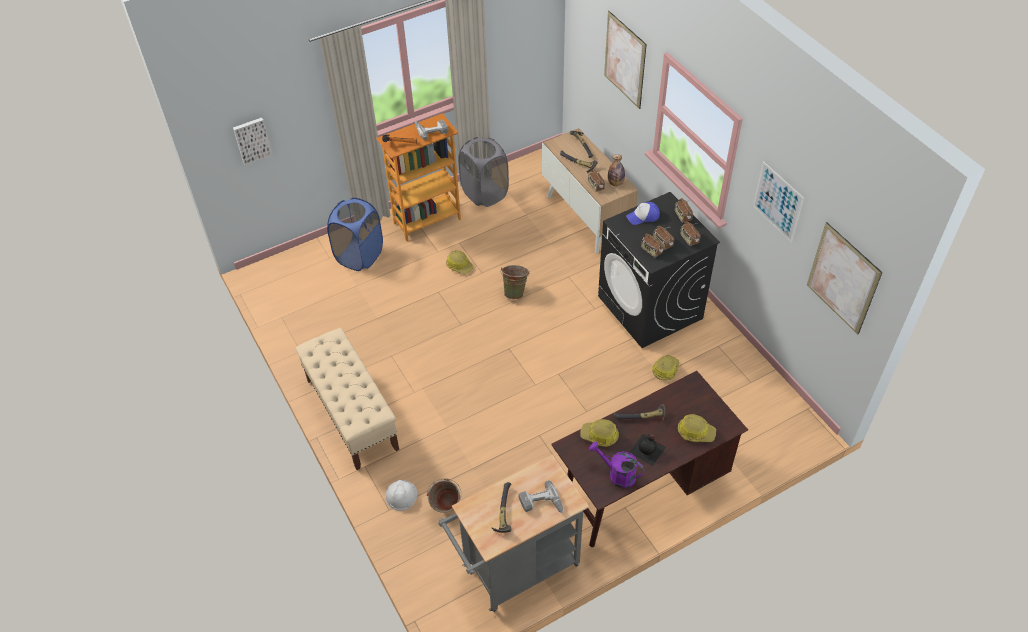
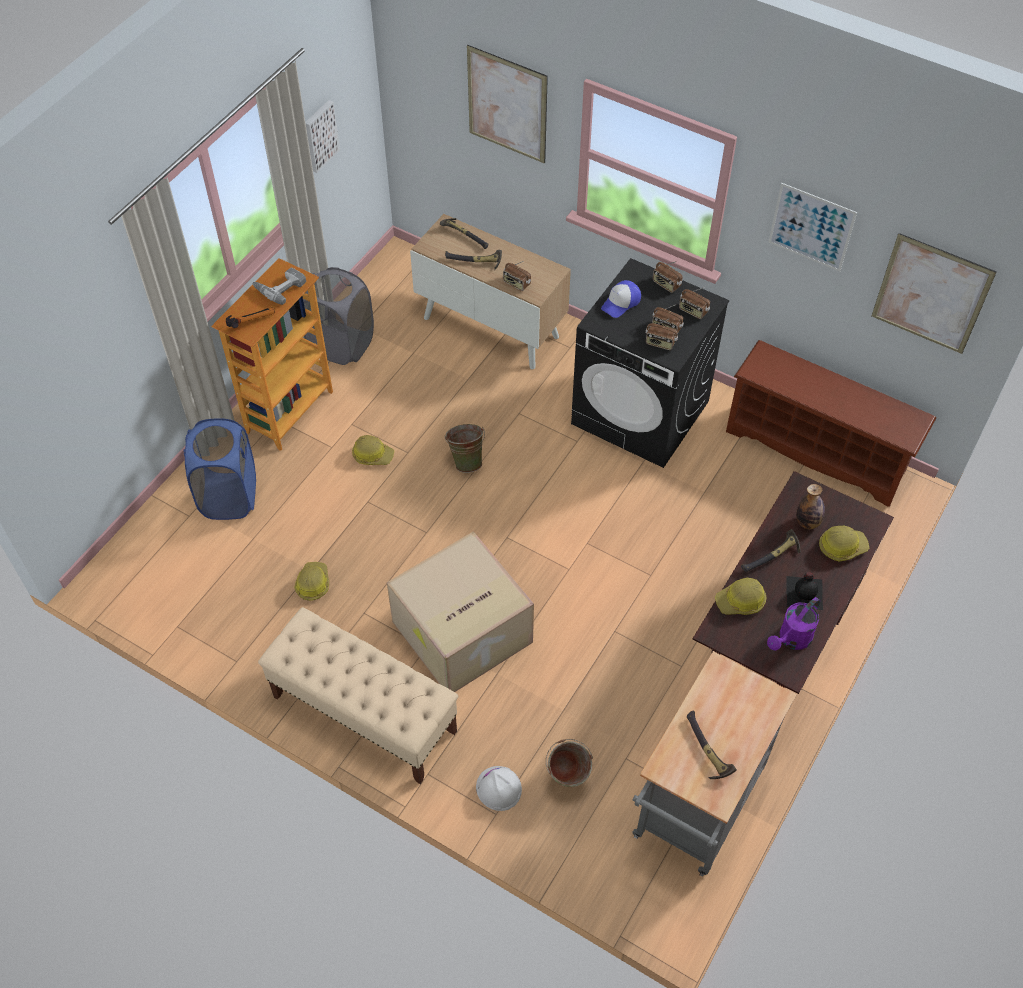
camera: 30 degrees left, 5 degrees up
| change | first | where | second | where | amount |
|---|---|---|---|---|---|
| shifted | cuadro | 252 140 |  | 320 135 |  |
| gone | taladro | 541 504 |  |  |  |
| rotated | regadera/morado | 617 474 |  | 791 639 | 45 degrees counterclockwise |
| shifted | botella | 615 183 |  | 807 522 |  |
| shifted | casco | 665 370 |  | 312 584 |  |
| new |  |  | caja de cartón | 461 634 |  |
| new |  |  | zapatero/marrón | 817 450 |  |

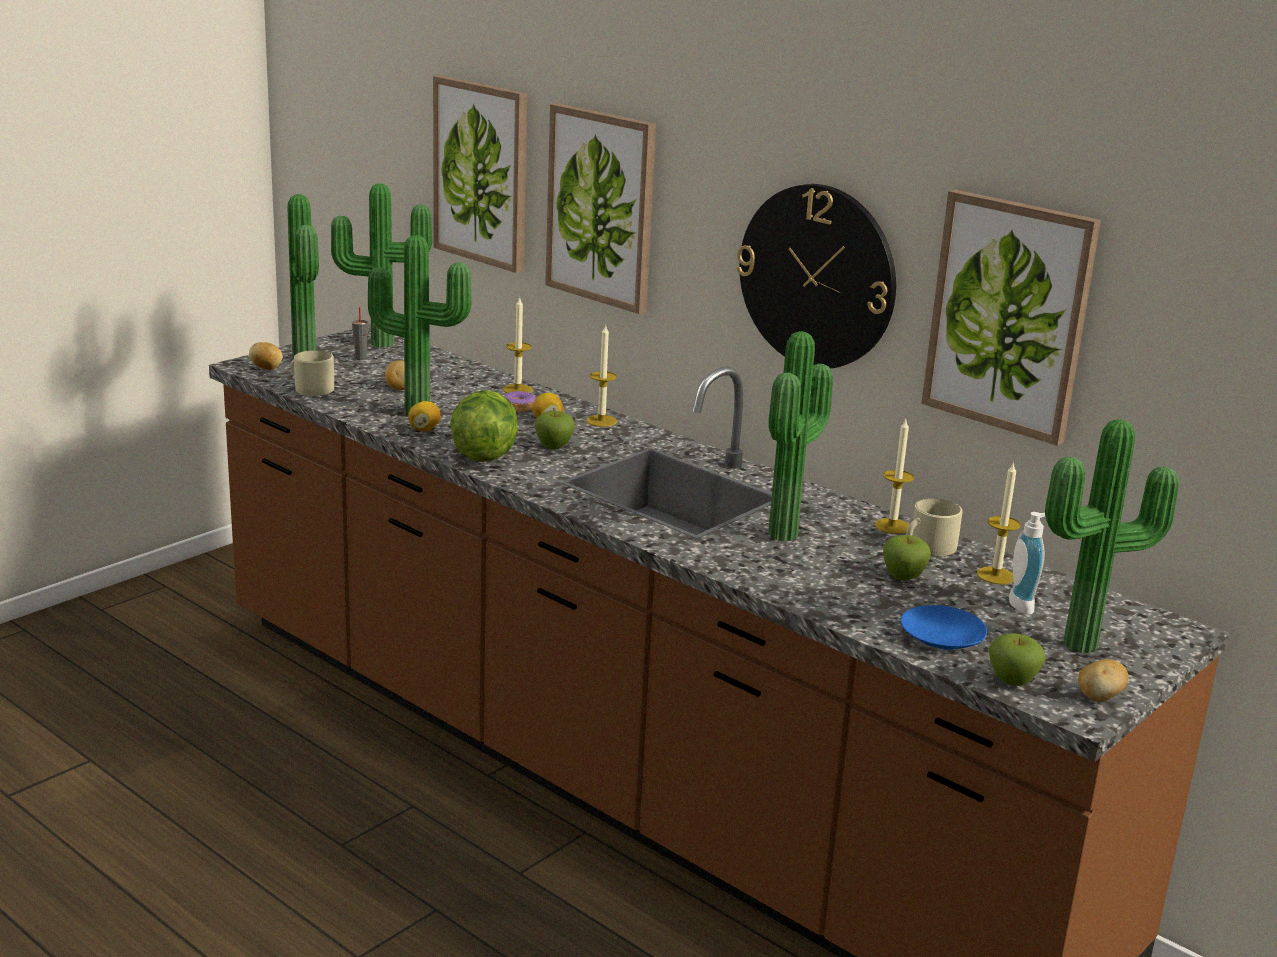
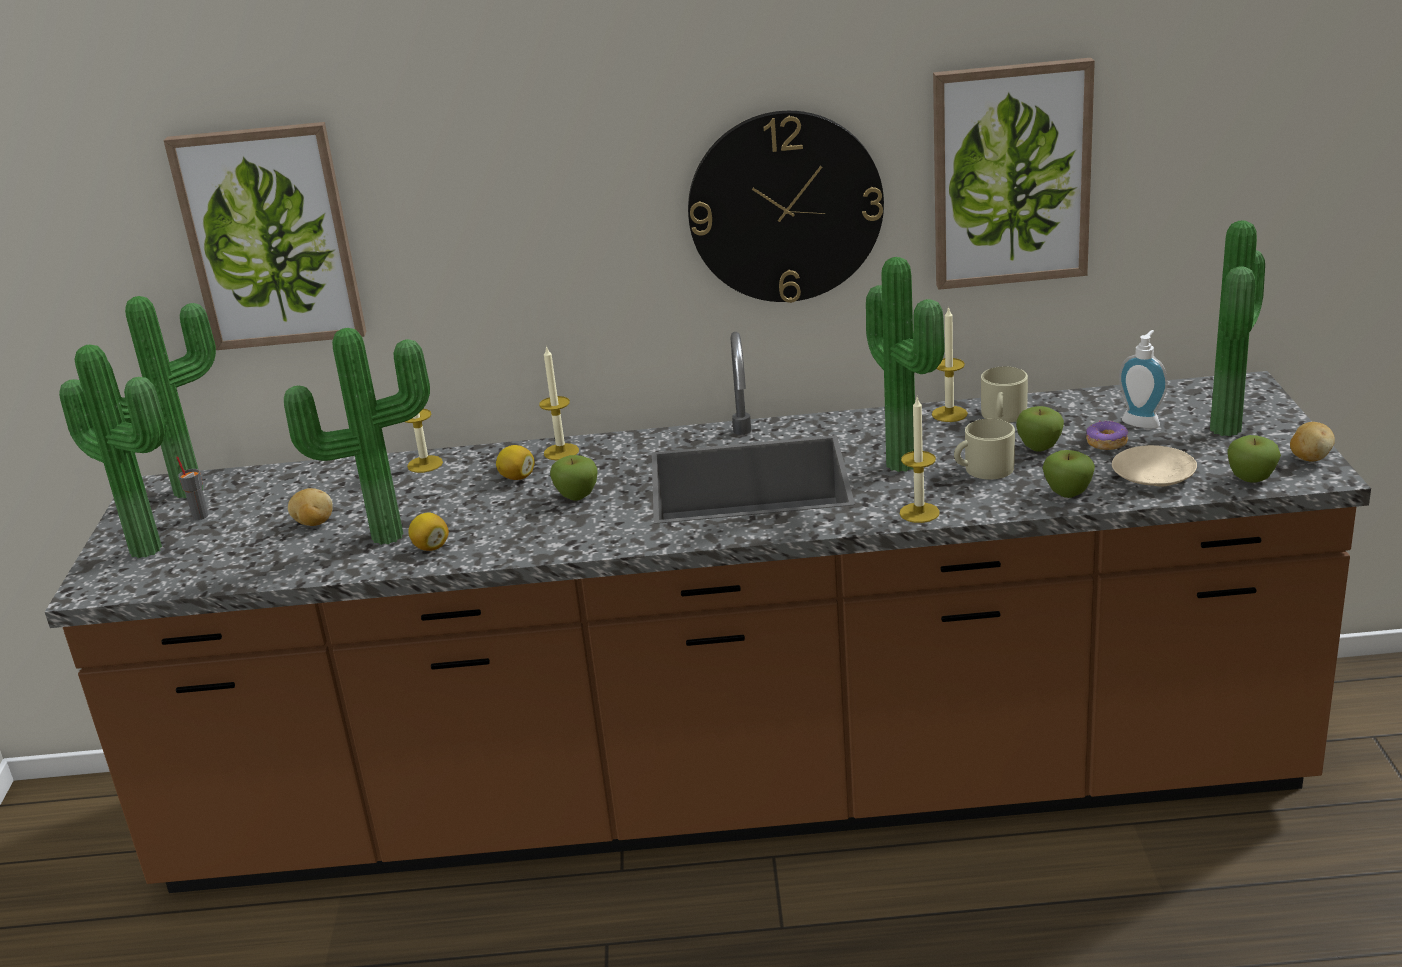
camera: 40 degrees left, 5 degrees up
| change | first | where | second | where | amount |
|---|---|---|---|---|---|
| gone | patata | 267 369 |  |  |  |
| shifted | taza grande/beis | 310 388 |  | 983 469 |  |
| gone | lechuga | 484 454 |  |  |  |
| shifted | rosquilla | 519 407 |  | 1106 442 |  |
| gone | cuadro | 602 207 |  |  |  |
| repainted | plato/azul | 942 637 | plato/beis | 1154 476 |  |
| shifted | vela | 996 575 |  | 919 513 |  |
| new |  |  | manzana | 1067 493 |  |

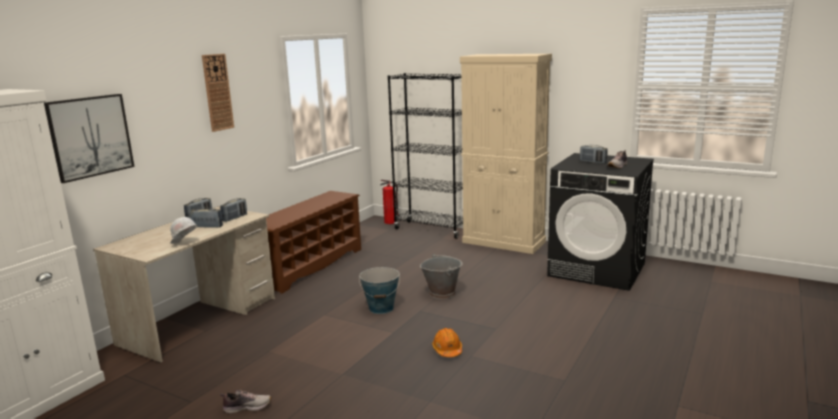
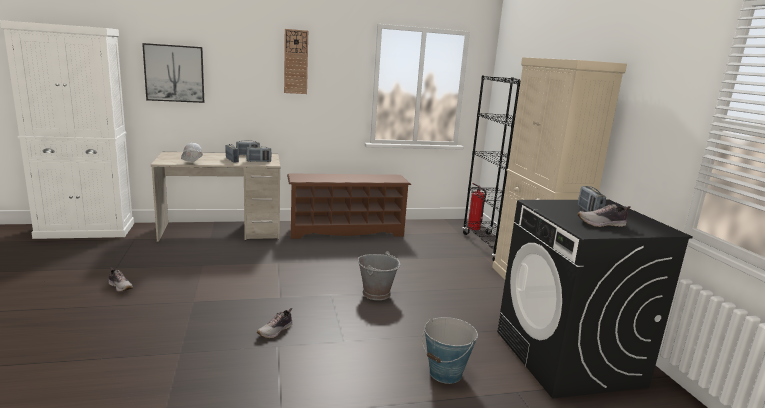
camera: 45 degrees right, 0 degrees up
| change | first | where | second | where | amount |
|---|---|---|---|---|---|
| shifted | cubo | 381 308 |  | 445 373 |  |
| swapped | casco/naranja | 447 350 | zapato | 276 331 |  |

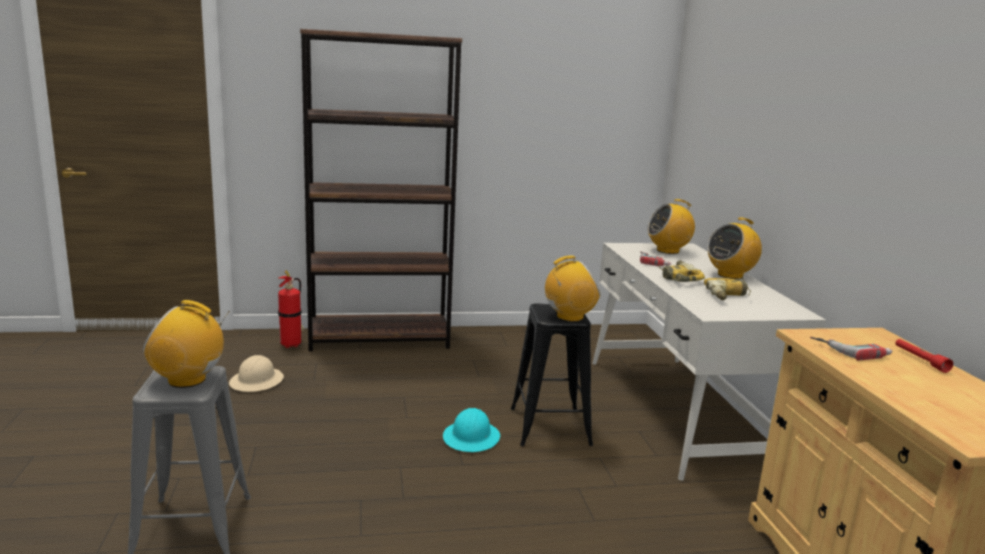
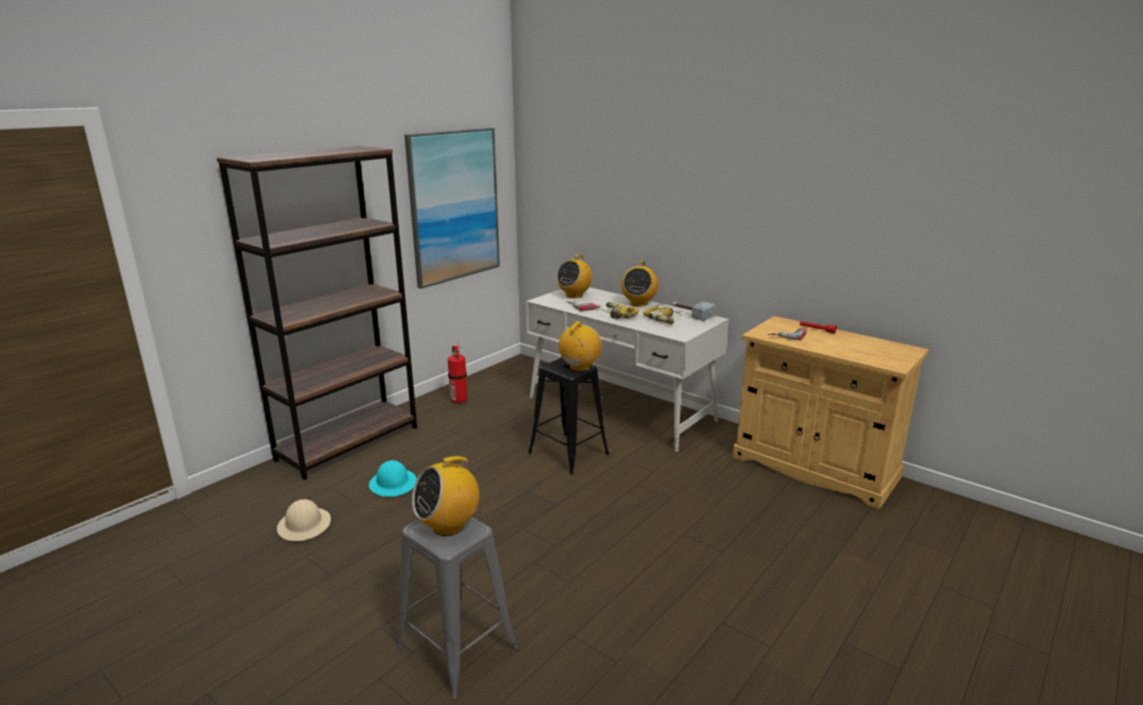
camera: 40 degrees left, 5 degrees up
| change | first | where | second | where | amount |
|---|---|---|---|---|---|
| shifted | extintor | 292 345 |  | 458 400 |  |
| shifted | casco/turquesa | 471 438 |  | 393 484 |  |
| new |  |  | cuadro | 454 206 |  |
| new |  |  | martillo | 691 314 |  |

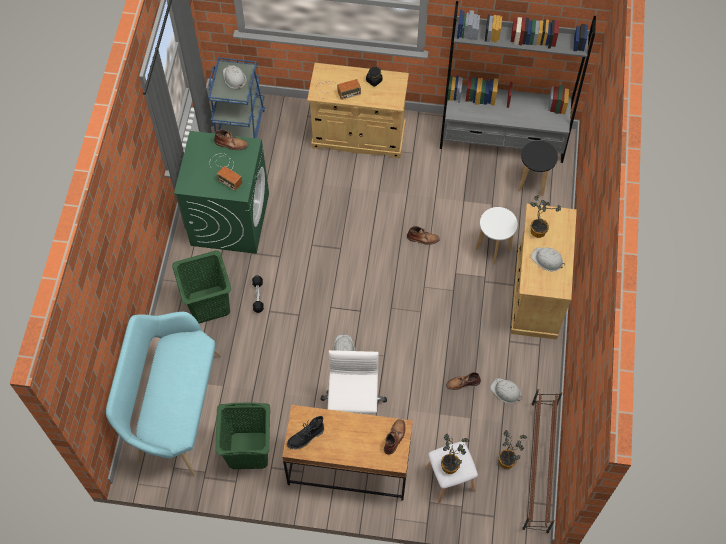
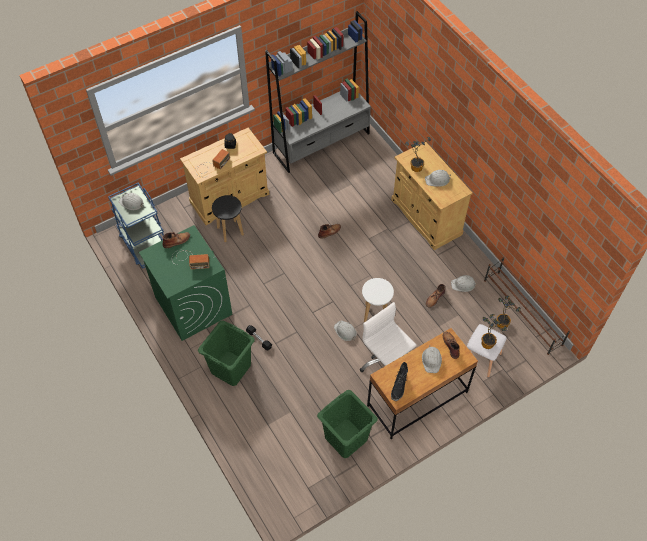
camera: 40 degrees left, 5 degrees down
| change | first | where | second | where | amount |
|---|---|---|---|---|---|
| gone | banco/turquesa | 174 409 |  |  |  |
| shifted | taburete/blanco | 493 249 |  | 375 313 |  |
| shifted | taburete/negro | 532 183 |  | 230 231 |  |
| new |  |  | casco/blanco | 431 360 |  |

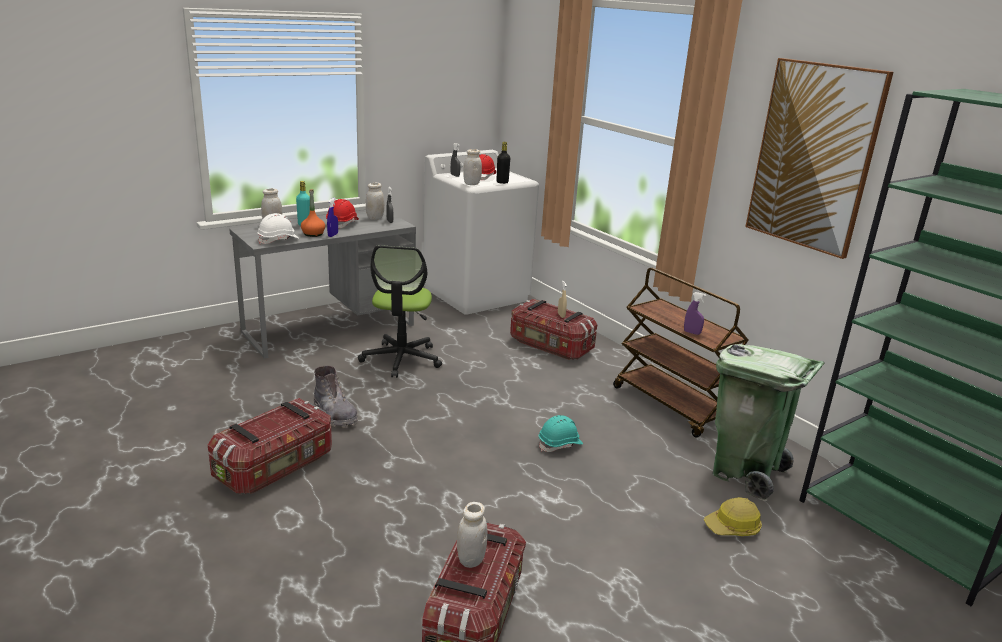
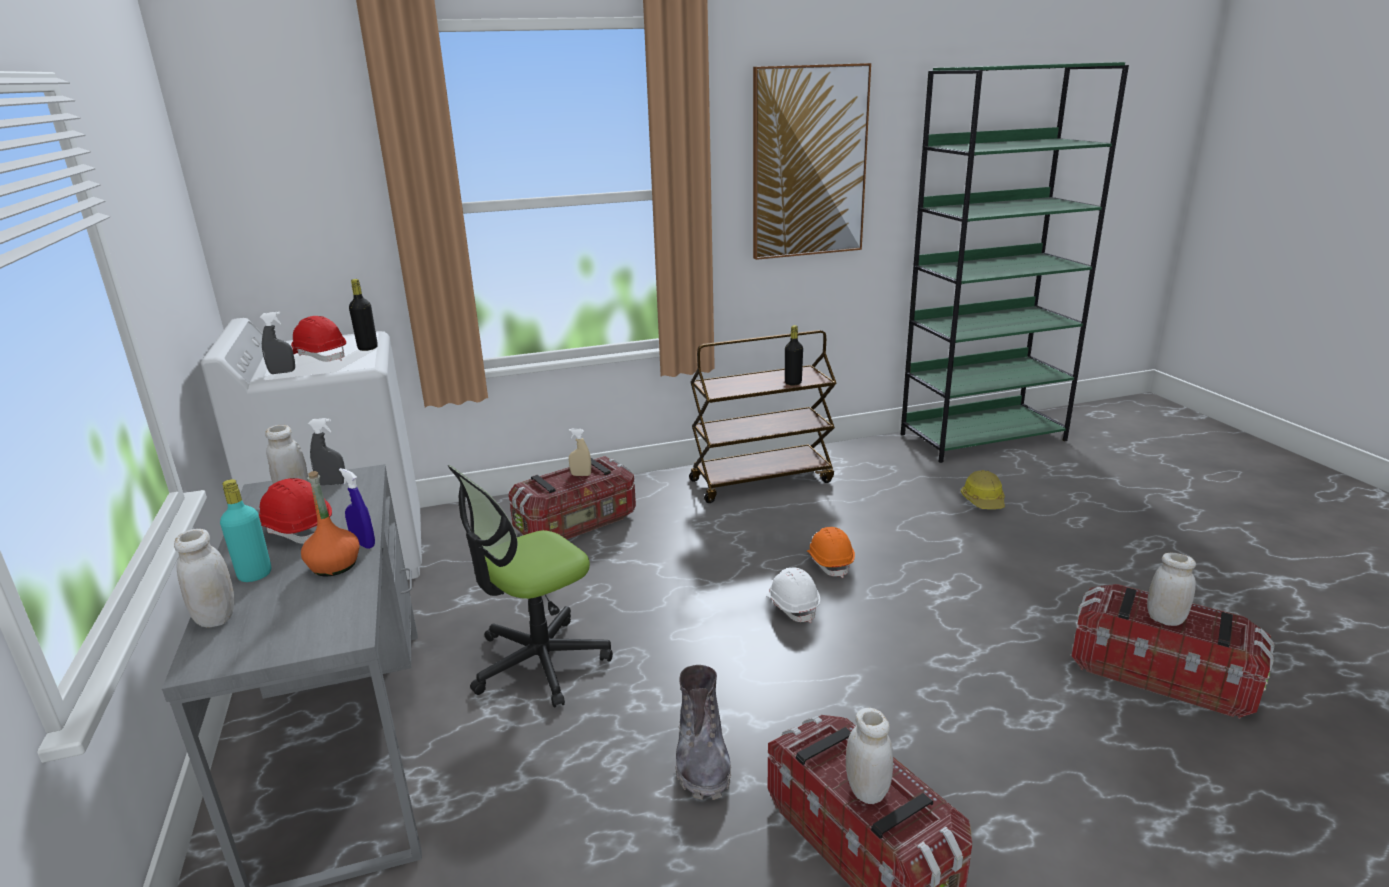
camera: 70 degrees left, 0 degrees up
| change | first | where | second | where | amount |
|---|---|---|---|---|---|
| shifted | casco/blanco | 278 240 |  | 792 606 |  |
| rotated | bota/gris | 335 414 |  | 702 758 | 105 degrees clockwise |
| rotated | silla de oficina | 401 359 |  | 539 662 | 120 degrees clockwise |
| shifted | tarro/blanco | 471 184 |  | 867 790 |  |
| repainted | casco/turquesa | 560 444 | casco/naranja | 830 562 |  |
| swapped | pulverizador/morado | 692 333 | botella/negro | 793 383 |  |
| gone | papelera/verde | 745 473 |  |  |  |

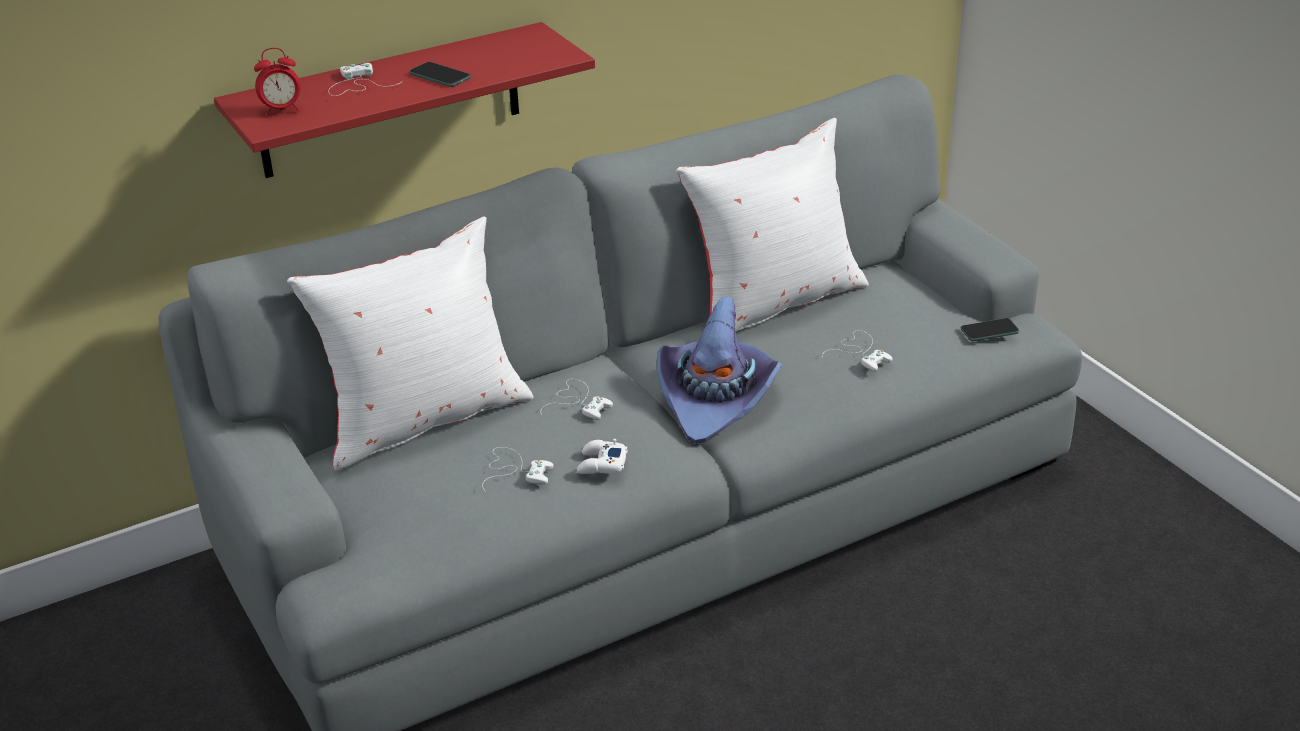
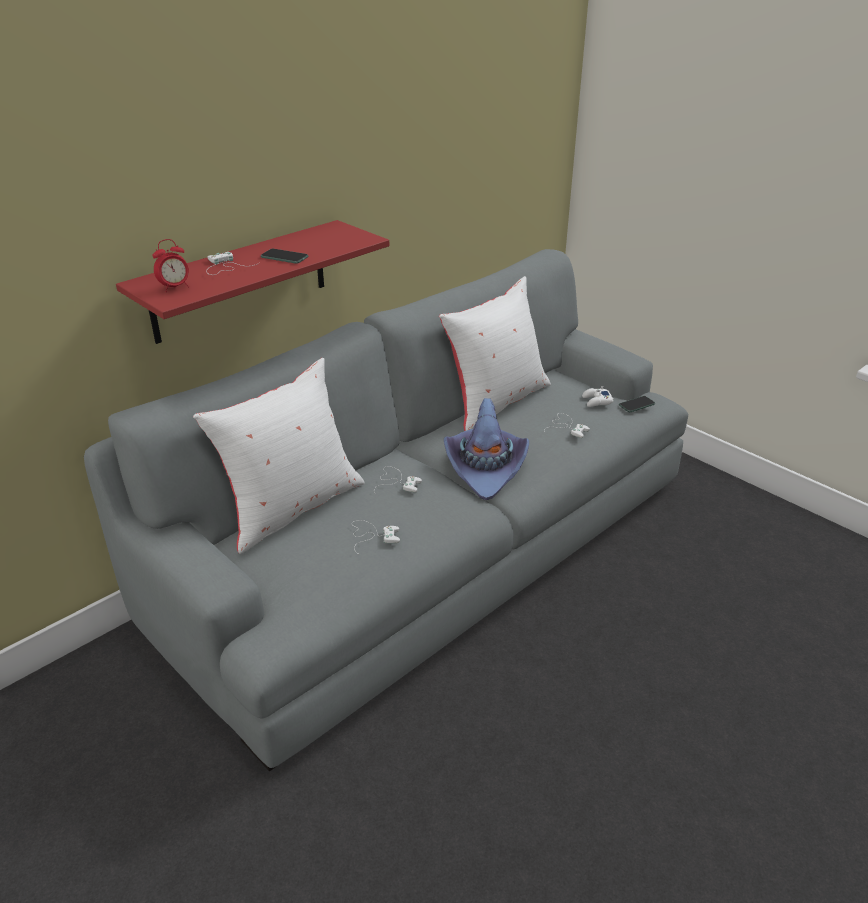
camera: 15 degrees left, 0 degrees up
| change | first | where | second | where | amount |
|---|---|---|---|---|---|
| shifted | mando de consola/blanco | 601 464 |  | 596 401 |  |

